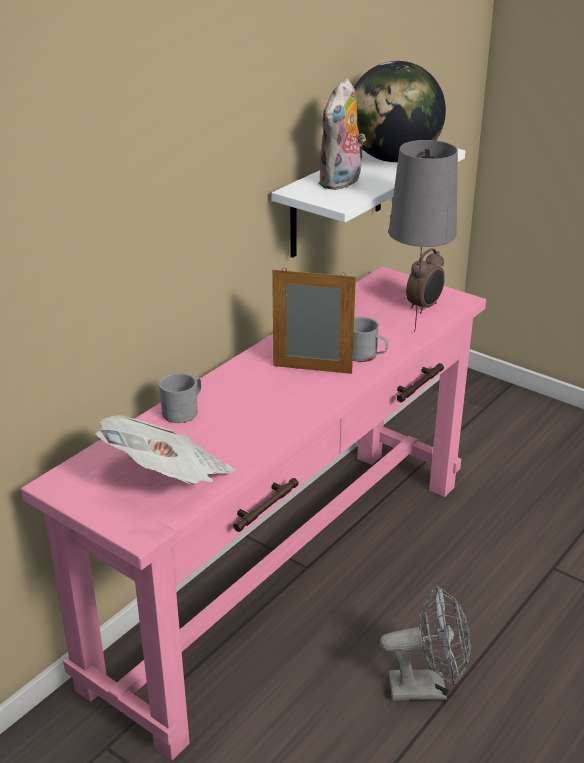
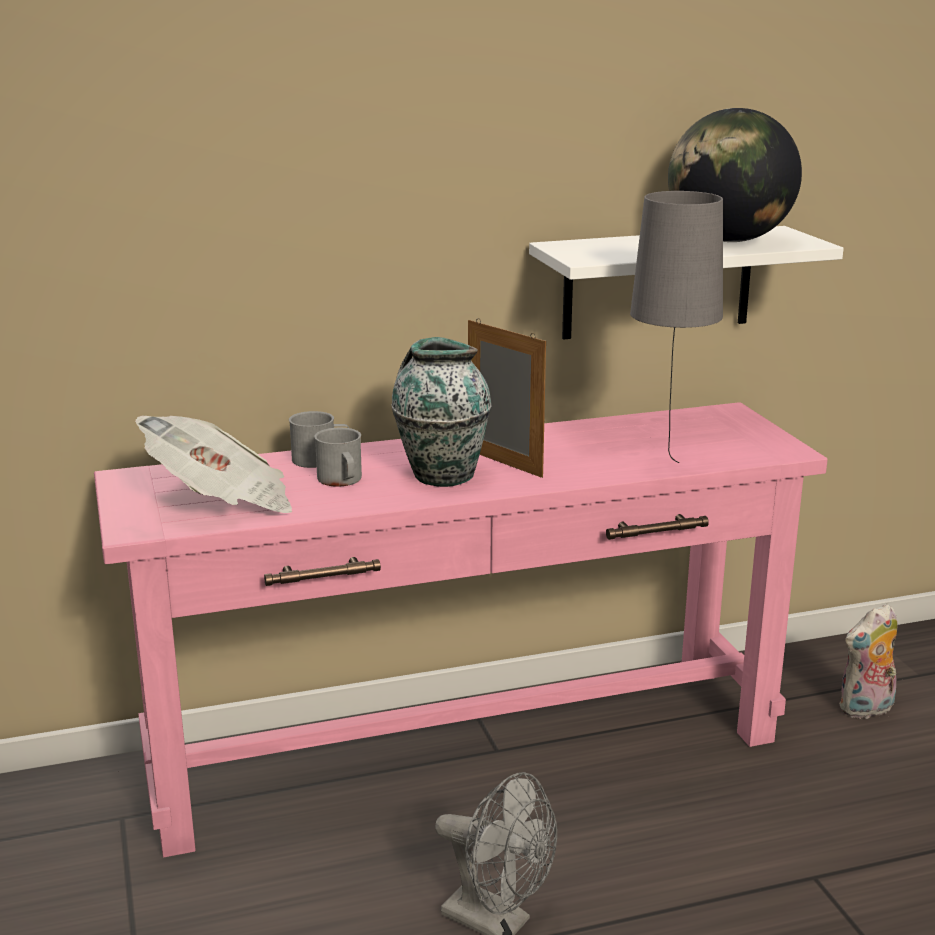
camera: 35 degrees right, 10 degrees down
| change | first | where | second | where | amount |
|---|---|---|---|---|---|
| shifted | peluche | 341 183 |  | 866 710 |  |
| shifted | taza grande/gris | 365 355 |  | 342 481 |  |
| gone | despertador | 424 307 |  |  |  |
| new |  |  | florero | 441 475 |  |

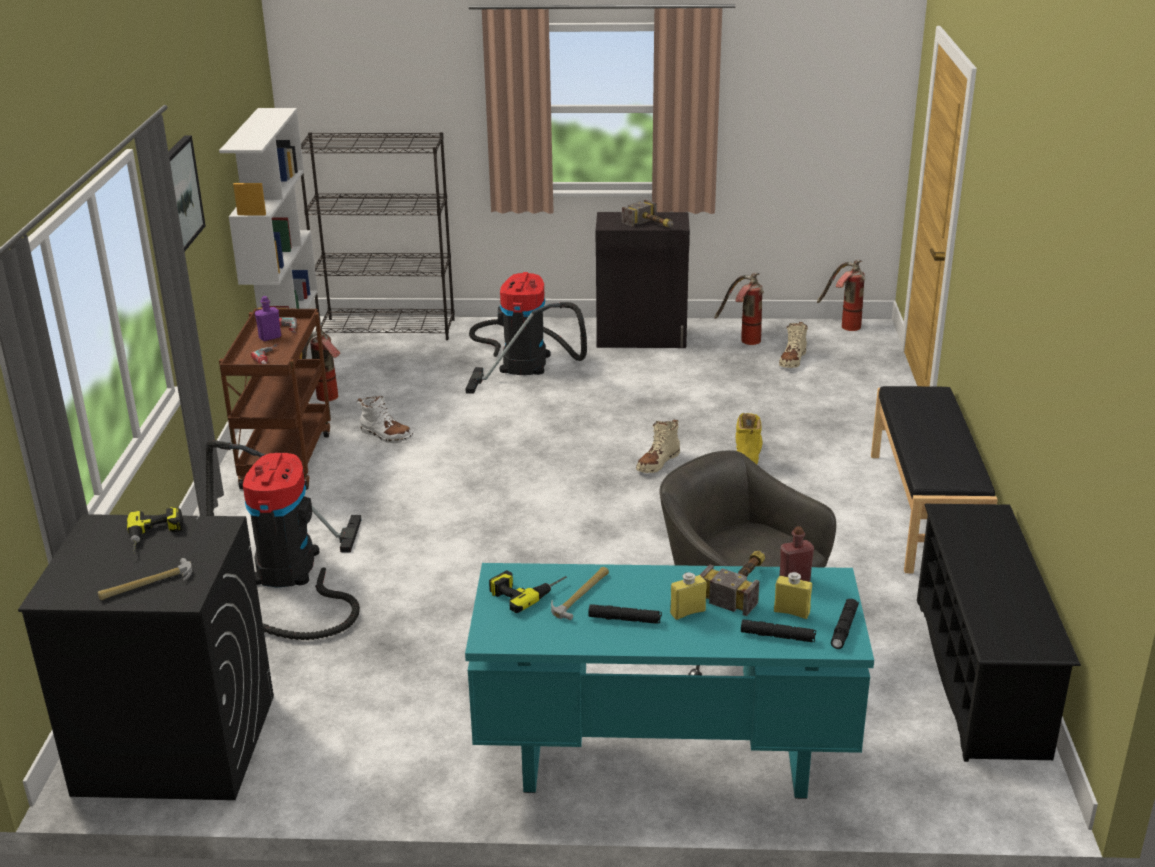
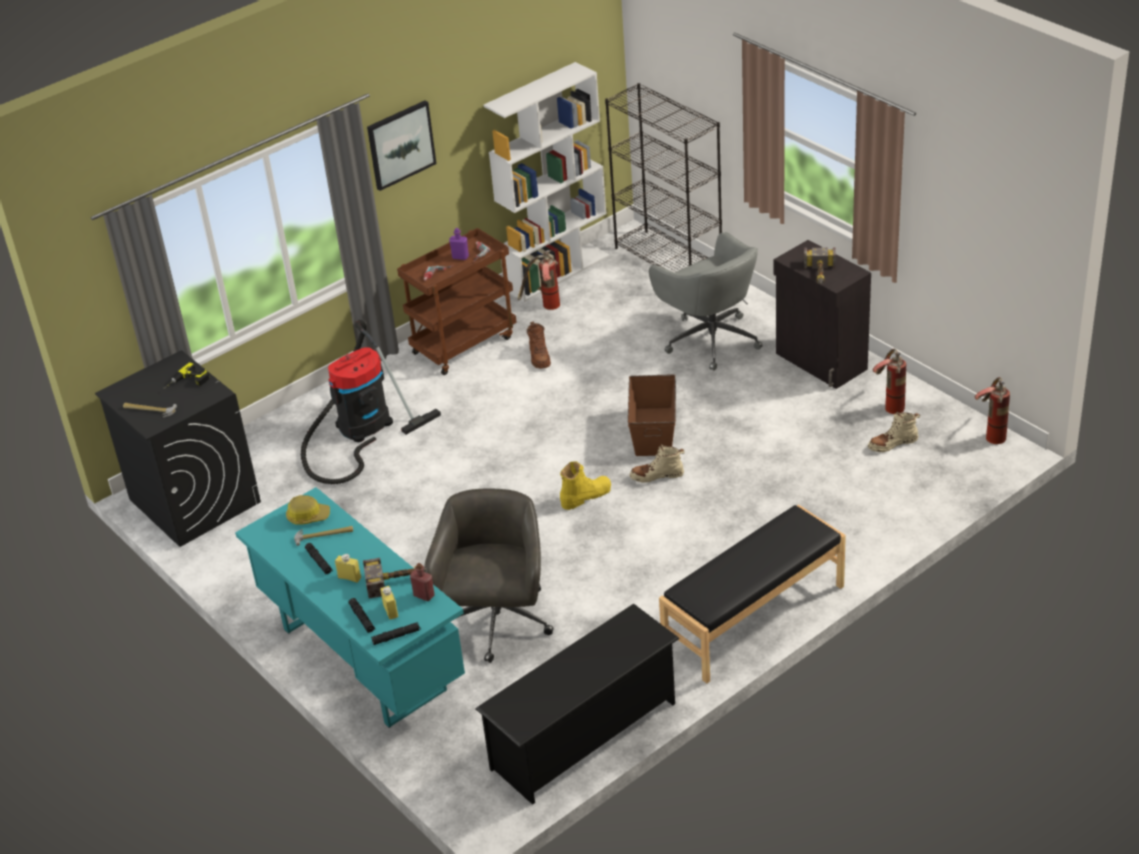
camera: 50 degrees right, 10 degrees up
| change | first | where | second | where | amount |
|---|---|---|---|---|---|
| repainted | bota/blanco | 386 435 | bota/marrón | 539 357 |  |
| swapped | aspiradora | 524 360 | silla de oficina/gris | 710 339 |  |
| swapped | taladro | 526 590 | casco | 308 516 |  |
| shifted | bota/amarillo | 748 456 |  | 585 496 |  |
| new |  |  | caja de almacenaje/marrón | 653 431 |  |

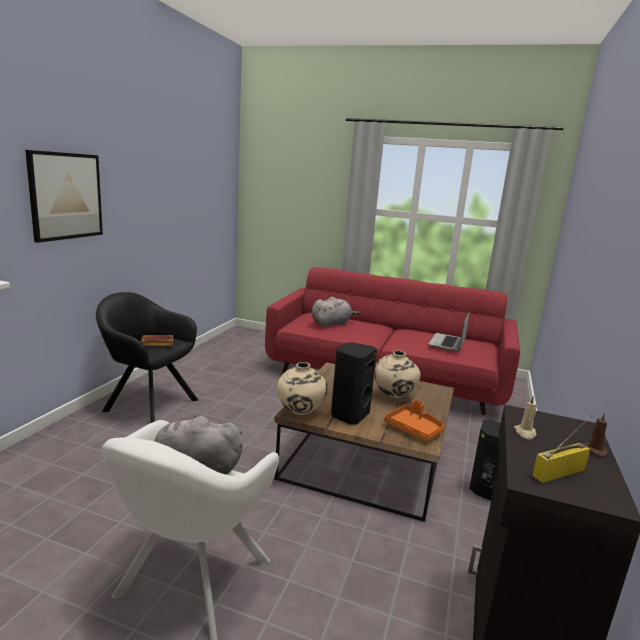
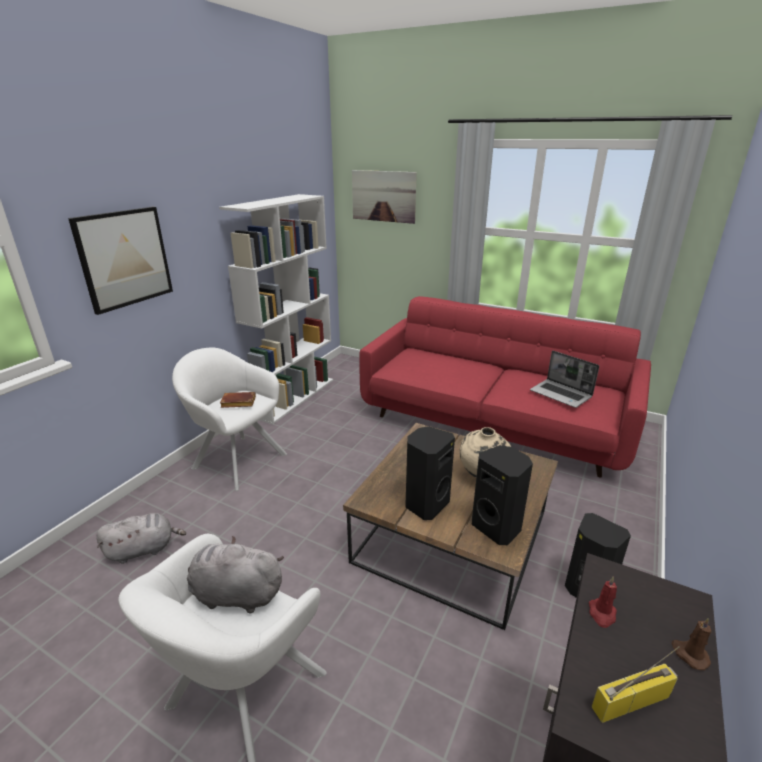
camera: 10 degrees right, 10 degrees up
| change | first | where | second | where | amount |
|---|---|---|---|---|---|
| repainted | sillón/negro | 147 403 | sillón/blanco | 236 459 |  |
| gone | florero/beis | 300 413 |  |  |  |
| shifted | peluche/gris | 332 324 |  | 144 549 |  |
| swapped | bandeja/naranja | 414 429 | altavoz/negro | 497 527 |  |
| rotated | portátil | 447 343 |  | 561 394 | 75 degrees counterclockwise |
| repainted | vela/beis | 525 433 | vela/rojo | 602 614 |  |
| new |  |  | estantería/blanco | 294 397 |  |
| new |  |  | cuadro | 383 196 |  |

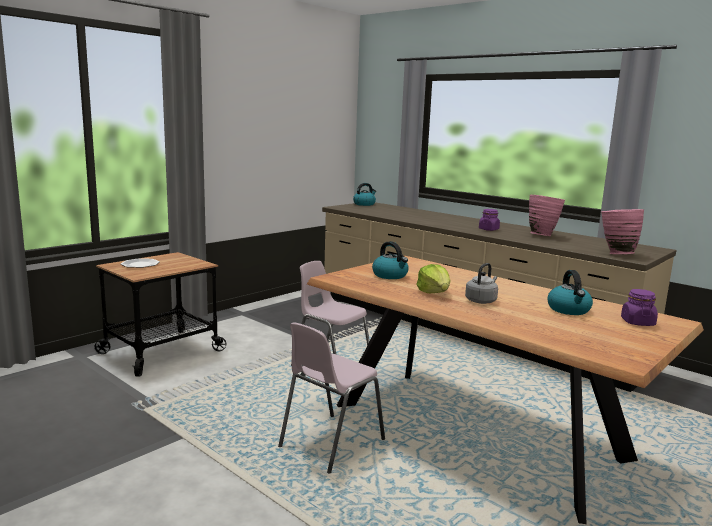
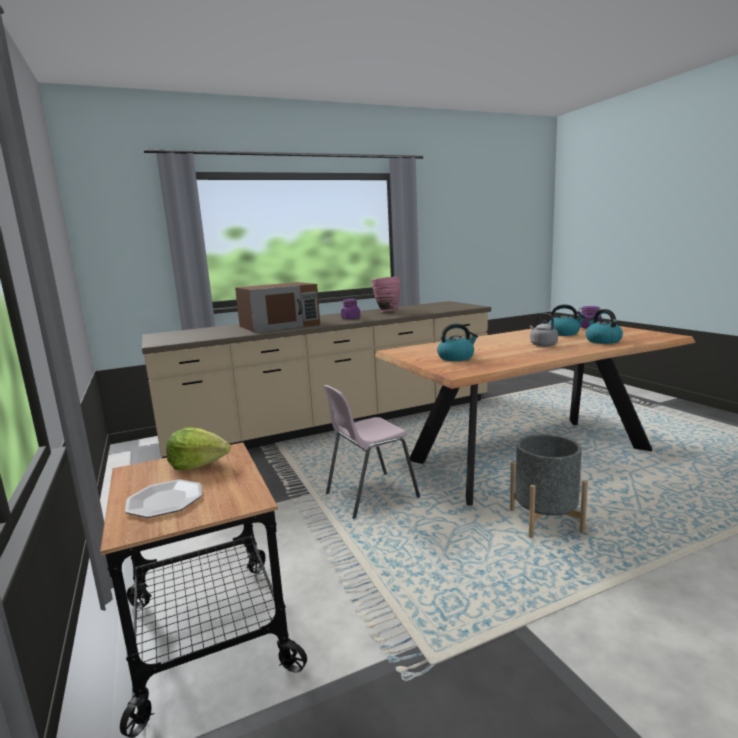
camera: 65 degrees left, 0 degrees up
| change | first | where | second | where | amount |
|---|---|---|---|---|---|
| swapped | silla/rosa | 330 443 | maceta/gris | 545 521 |  |
| shifted | hervidor | 364 204 |  | 602 341 |  |
| shifted | lechuga | 434 293 |  | 198 464 |  |
| gone | florero/rosa | 616 253 |  |  |  |
| new |  |  | microondas/marrón | 280 325 |  |

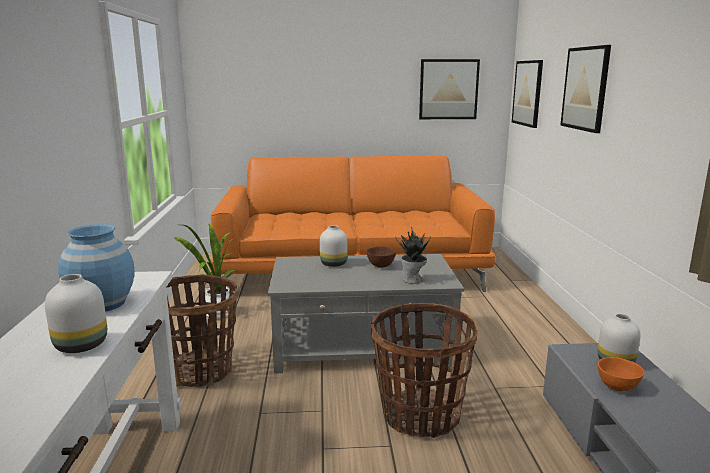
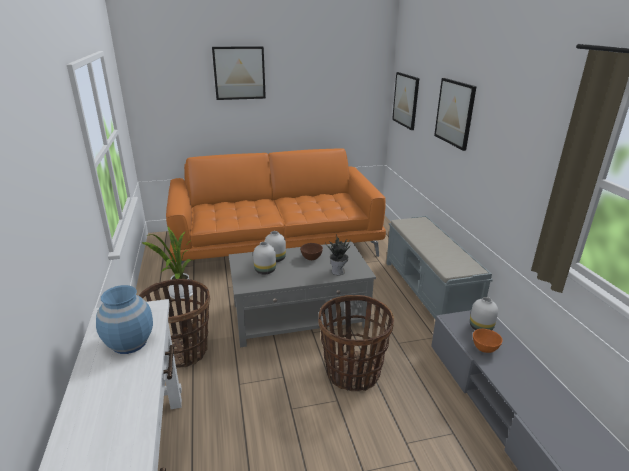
camera: 10 degrees left, 10 degrees up
| change | first | where | second | where | amount |
|---|---|---|---|---|---|
| shifted | florero/blanco | 80 346 |  | 265 271 |  |
| shifted | cuadro | 448 89 |  | 239 73 |  |
| new |  |  | banco/gris | 428 291 |  |

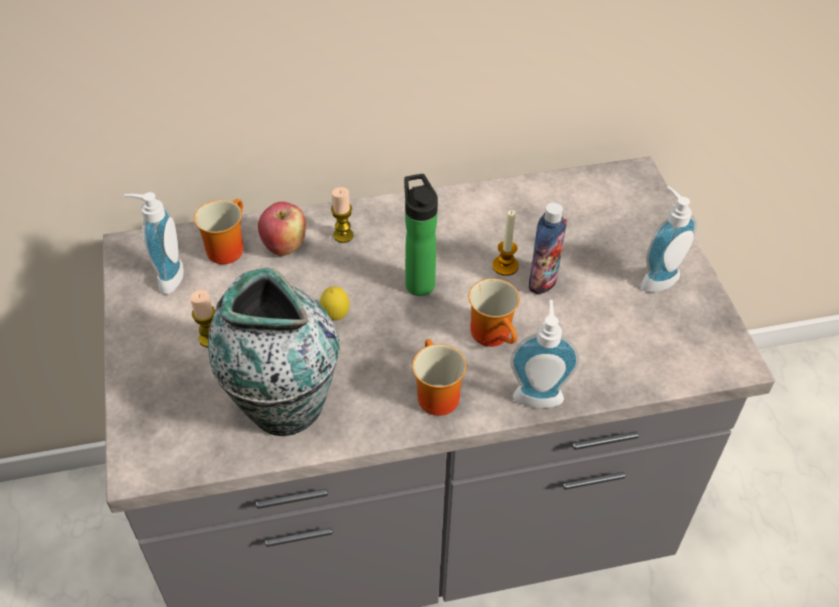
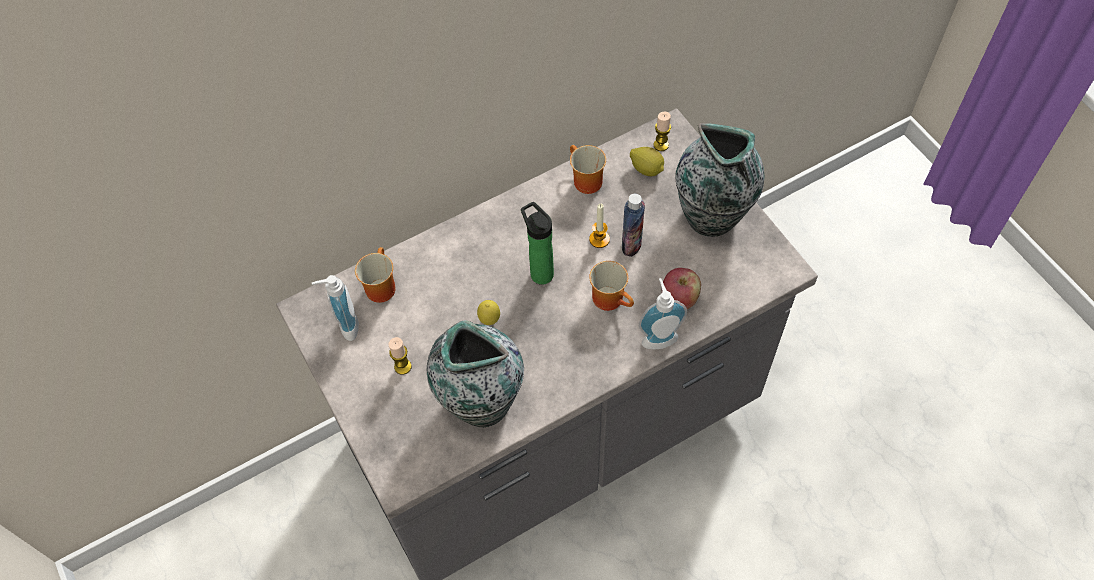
camera: 15 degrees left, 10 degrees up
| change | first | where | second | where | amount |
|---|---|---|---|---|---|
| shifted | manzana | 284 246 |  | 679 299 |  |
| shifted | vela | 343 235 |  | 661 145 |  |
| shifted | taza grande | 433 395 |  | 584 181 |  |
| swapped | dispensador de jabón | 656 278 | florero | 712 216 |  |
| new |  |  | limón | 646 169 |  |

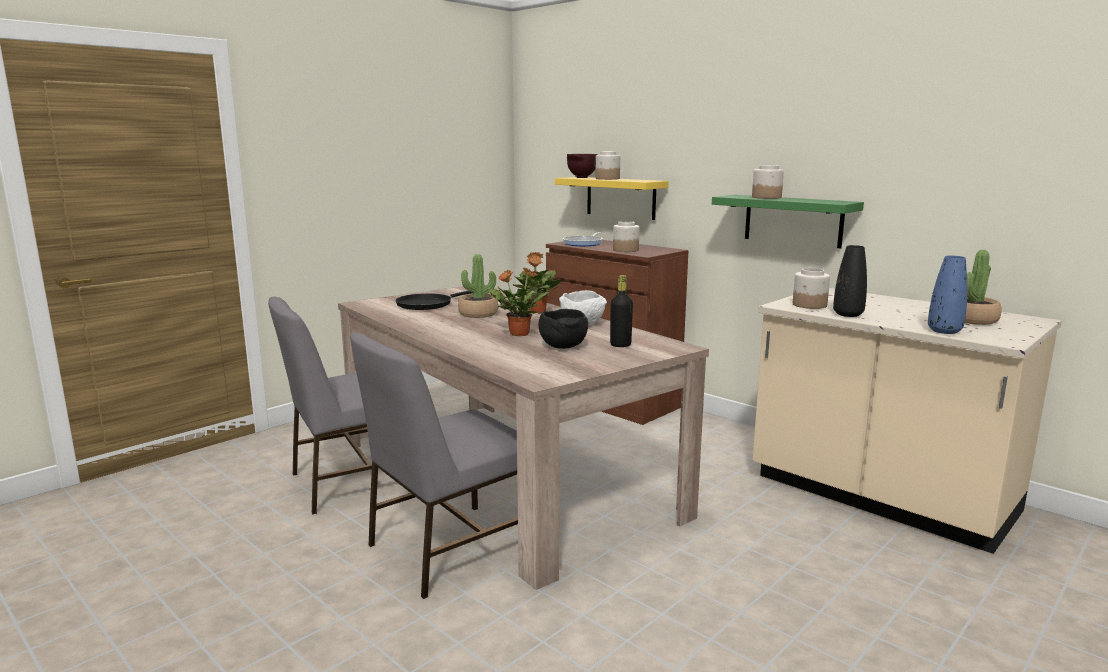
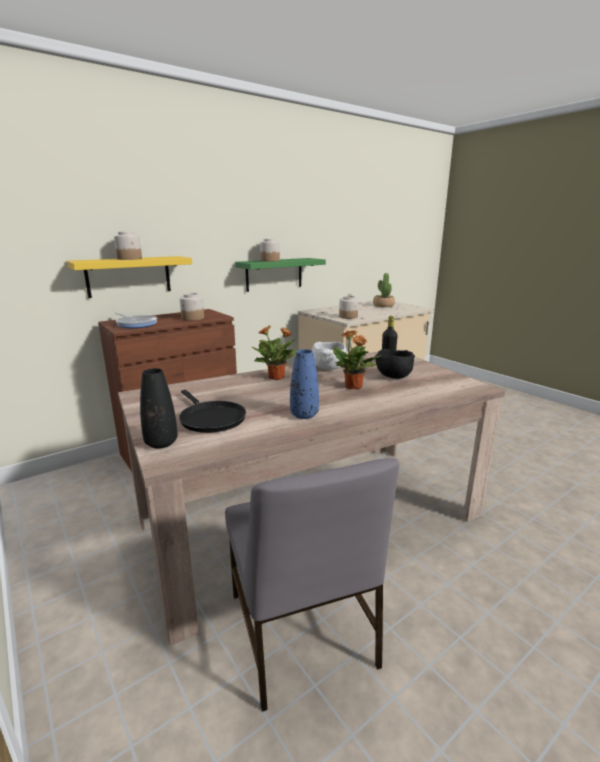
camera: 80 degrees left, 5 degrees up
| change | first | where | second | where | amount |
|---|---|---|---|---|---|
| gone | silla/gris | 448 548 |  |  |  |
| gone | planta en maceta | 478 314 |  |  |  |
| gone | cuenco/marrón | 581 177 |  |  |  |
| shifted | florero/negro | 848 314 |  | 161 443 |  |
| shifted | florero/azul | 944 331 |  | 304 415 |  |

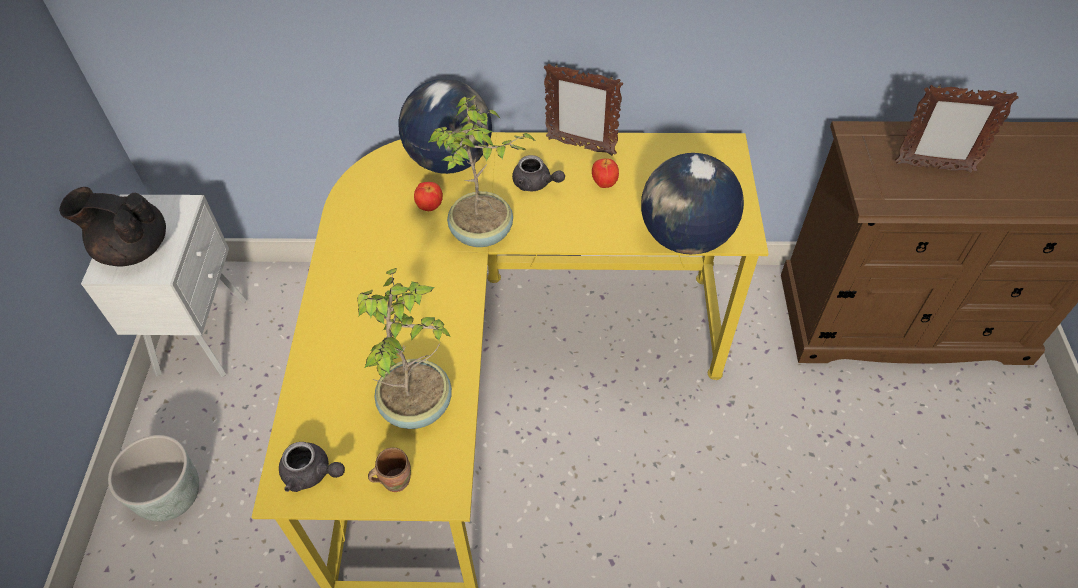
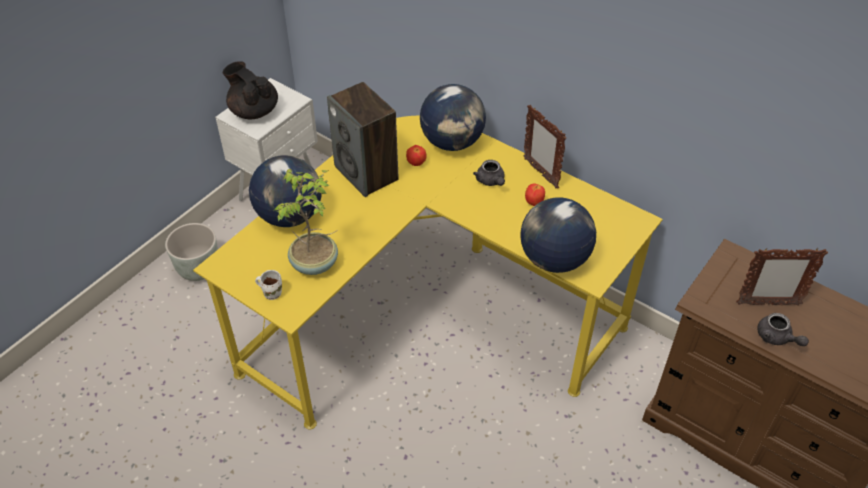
camera: 35 degrees right, 5 degrees down
| change | first | where | second | where | amount |
|---|---|---|---|---|---|
| shifted | tetera/gris | 312 473 |  | 776 338 |  |
| repainted | taza grande/marrón | 394 479 | taza grande/blanco | 272 292 |  |
| gone | planta en maceta | 482 234 |  |  |  |
| rotated | portarretratos | 933 167 |  | 767 304 | 45 degrees counterclockwise |
| new |  |  | globo terráqueo | 290 216 |  |
| new |  |  | altavoz | 367 173 |  |

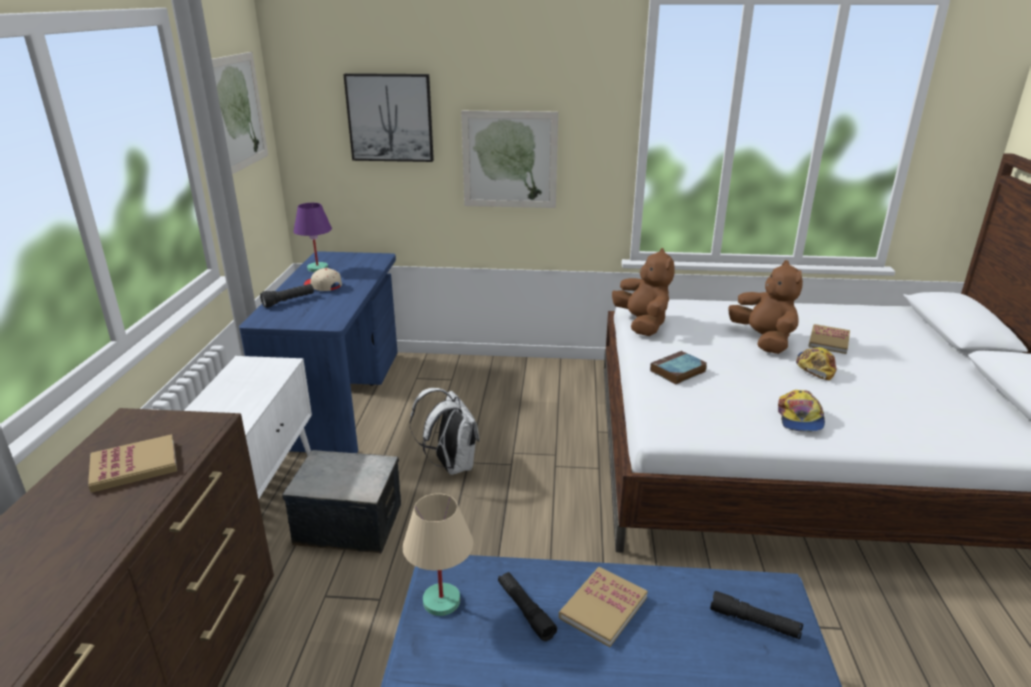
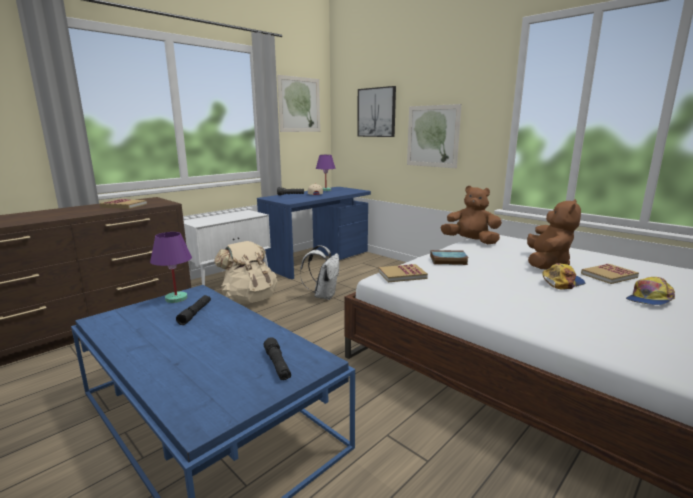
camera: 40 degrees right, 10 degrees down
| change | first | where | second | where | amount |
|---|---|---|---|---|---|
| swapped | caja de almacenaje | 349 524 | mochila/beis | 249 299 |  |
| repainted | lámpara de mesa/beis | 442 601 | lámpara de mesa/morado | 176 298 |  |
| shifted | libro | 603 608 |  | 402 275 |  |
| rotated | peluche/marrón | 642 324 |  | 470 241 | 90 degrees counterclockwise |
| shifted | gorra | 800 418 |  | 649 299 |  |

